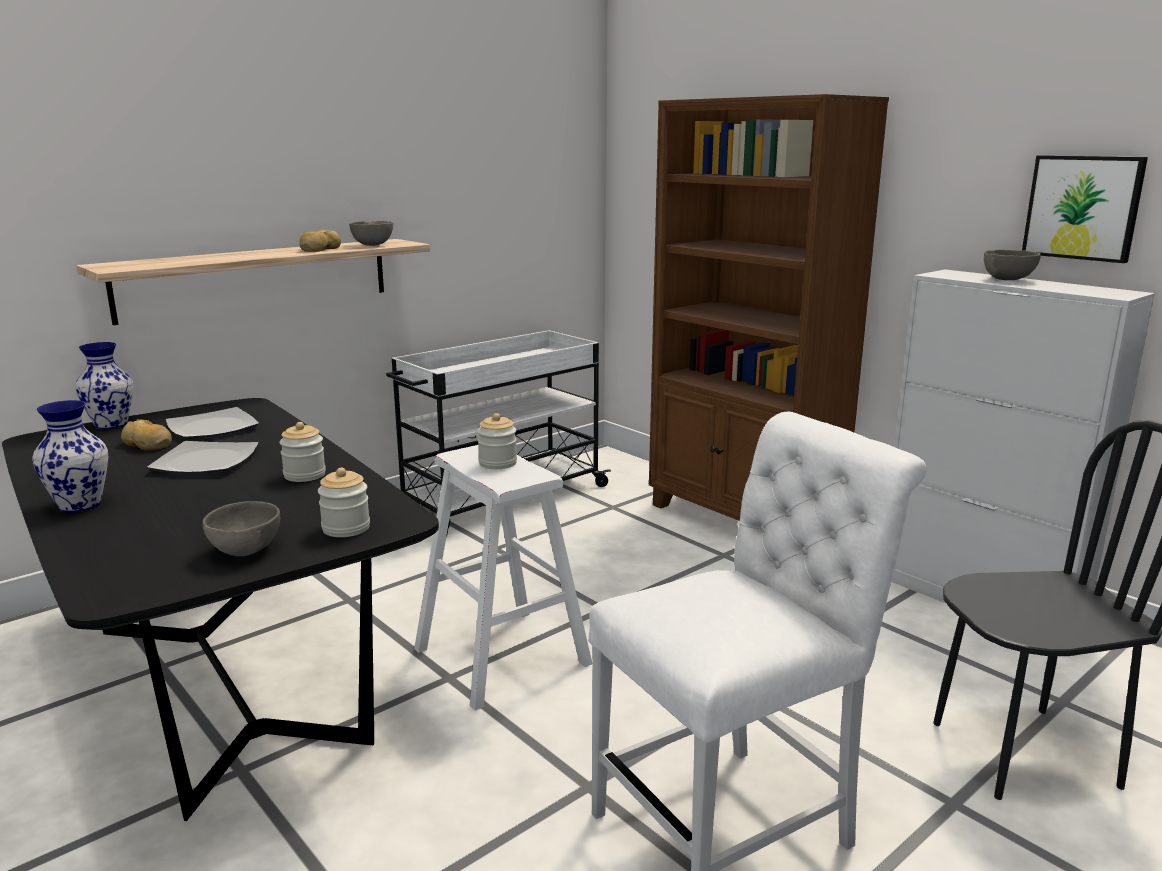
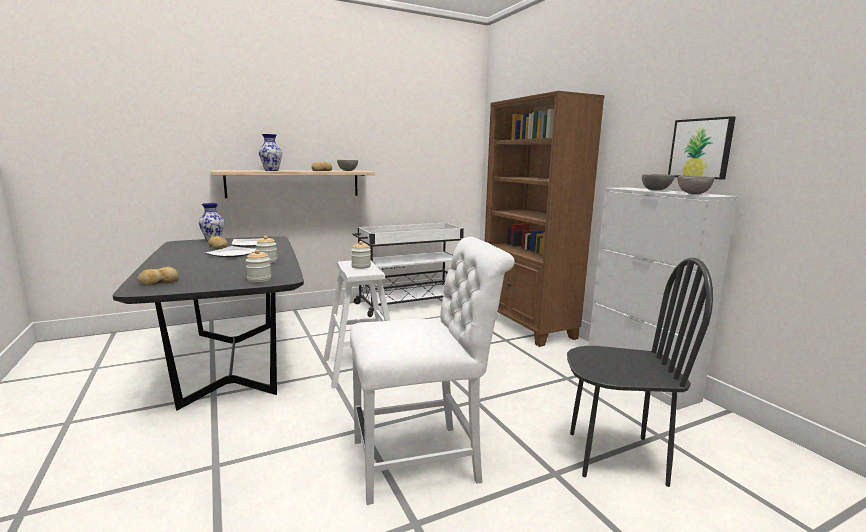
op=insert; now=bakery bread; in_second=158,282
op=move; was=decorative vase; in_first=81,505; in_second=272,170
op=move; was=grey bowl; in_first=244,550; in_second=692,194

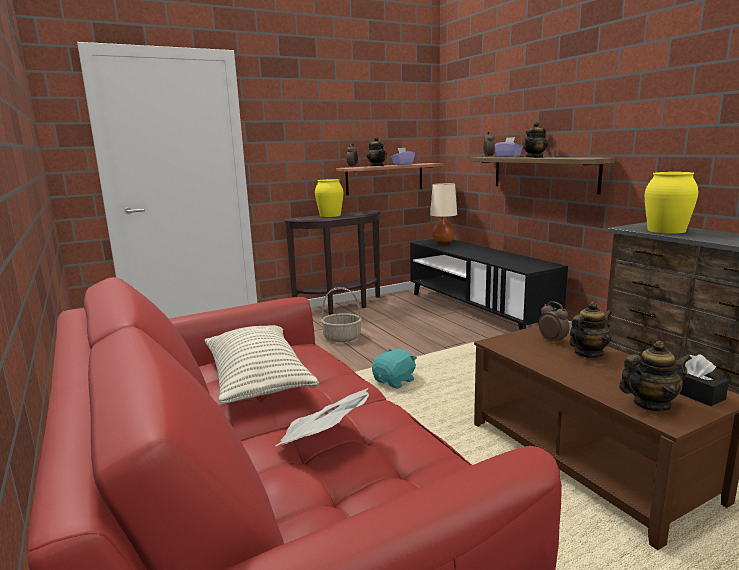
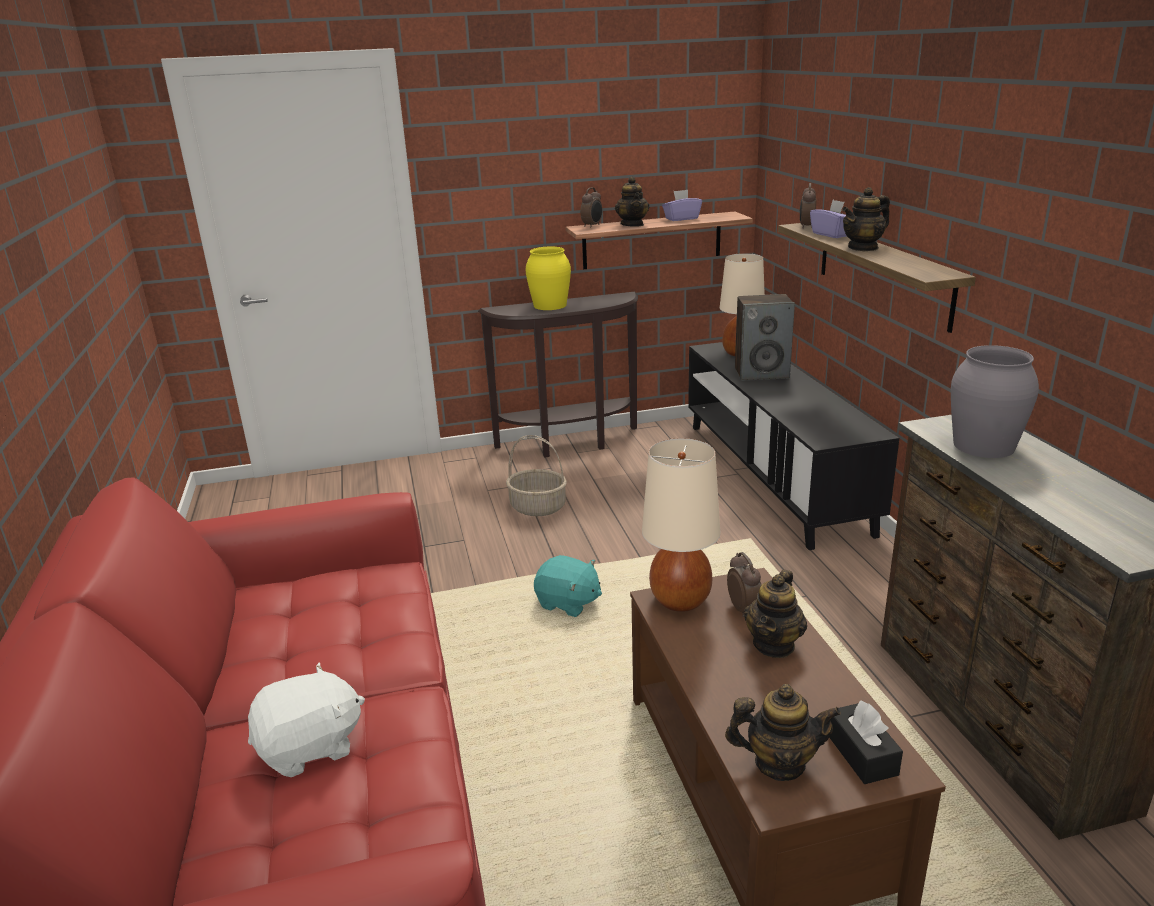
op=replace; was=daily paper; now=white-coloured plush toy; in_first=323,440; in_second=310,747
op=rotate; was=turquoise-coloured plush toy; in_first=395,381; in_second=568,603; clockwise=60
op=insert; now=sand-coloured tabletop lamp; in_second=680,600
op=insert; now=loudspeaker; in_second=762,373
op=rotate; was=tea pot; in_first=588,353; in_second=774,645; clockwise=135
op=recolor; was=yellowish decorative vase; now=grey decorative vase; in_first=666,230; in_second=984,445
op=delete; was=pillow; in_first=257,381

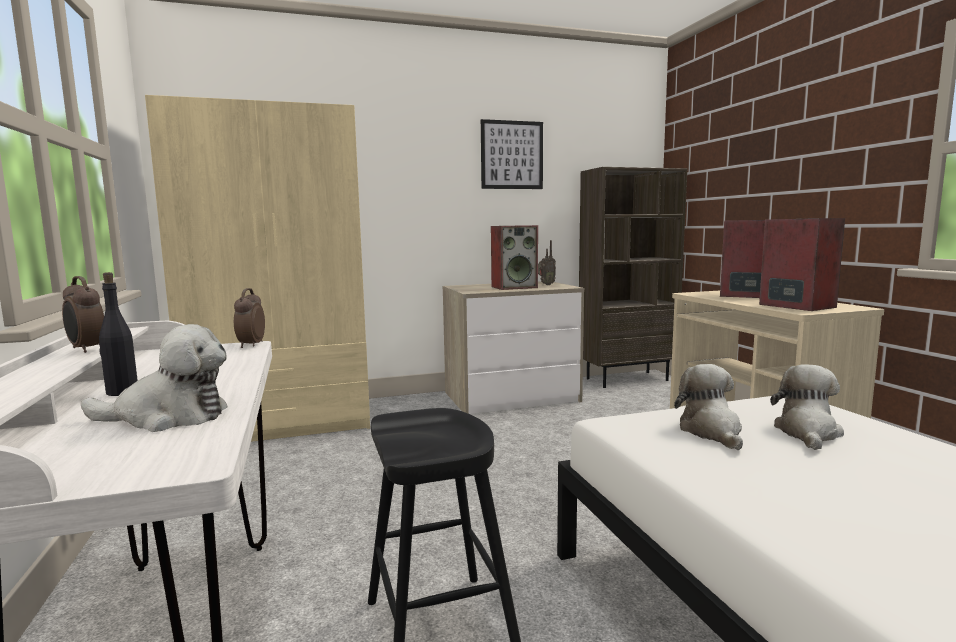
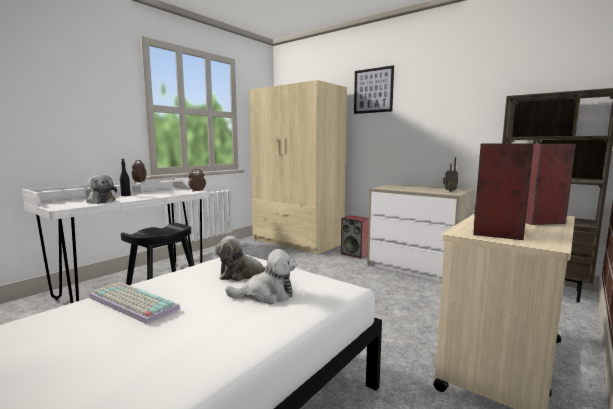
op=insert; now=computer keyboard; in_second=130,303
op=rotate; was=plush toy; in_first=711,431; in_second=242,274; clockwise=-150
op=move; was=loudspeaker; in_first=514,287; in_second=355,254
op=move; was=wall picture; in_first=512,155; in_second=373,90

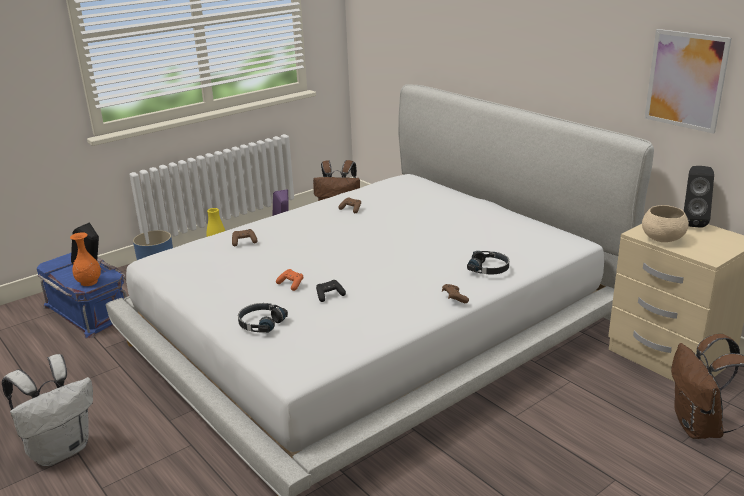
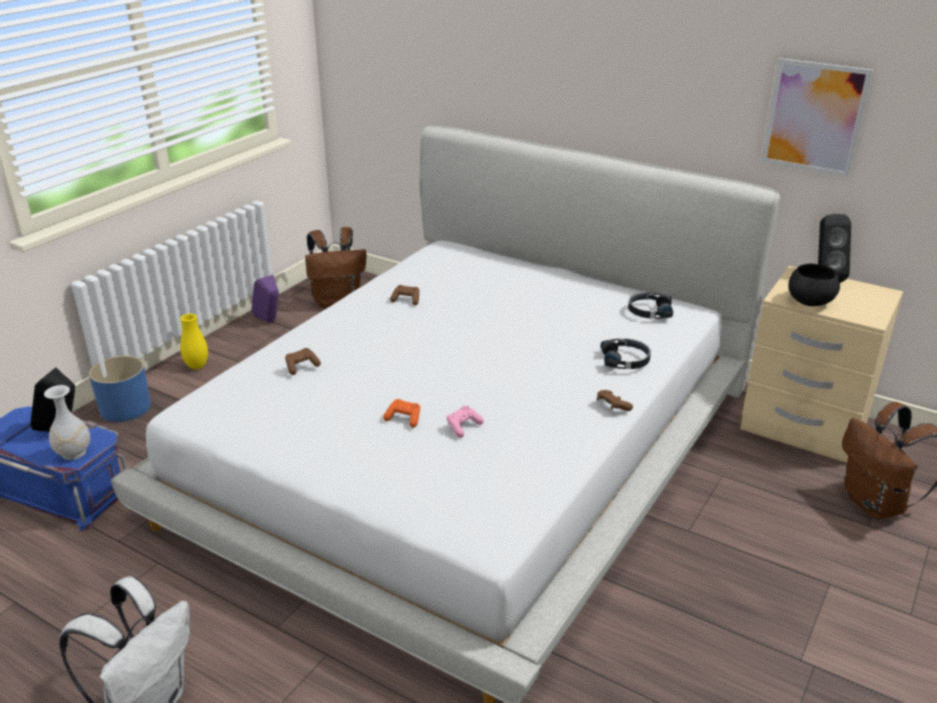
op=recolor; was=orangey decorative vase; now=white-coloured decorative vase; in_first=89,282; in_second=73,453
op=recolor; was=blackish gamepad; now=pink gamepad; in_first=329,295; in_second=463,427
op=move; was=blackish headphones; in_first=261,323; in_second=649,312
op=recolor; was=sand-coloured bowl; now=blackish bowl; in_first=662,239; in_second=809,302

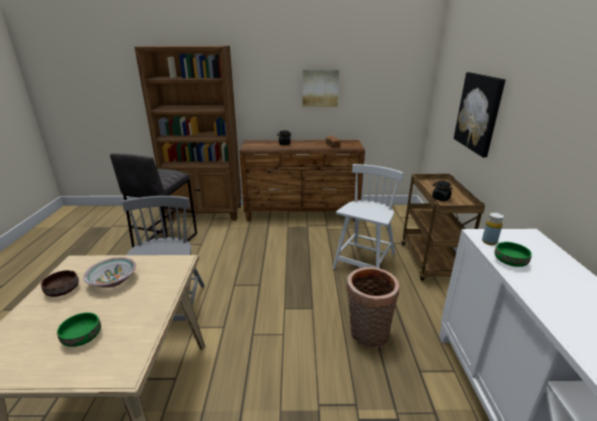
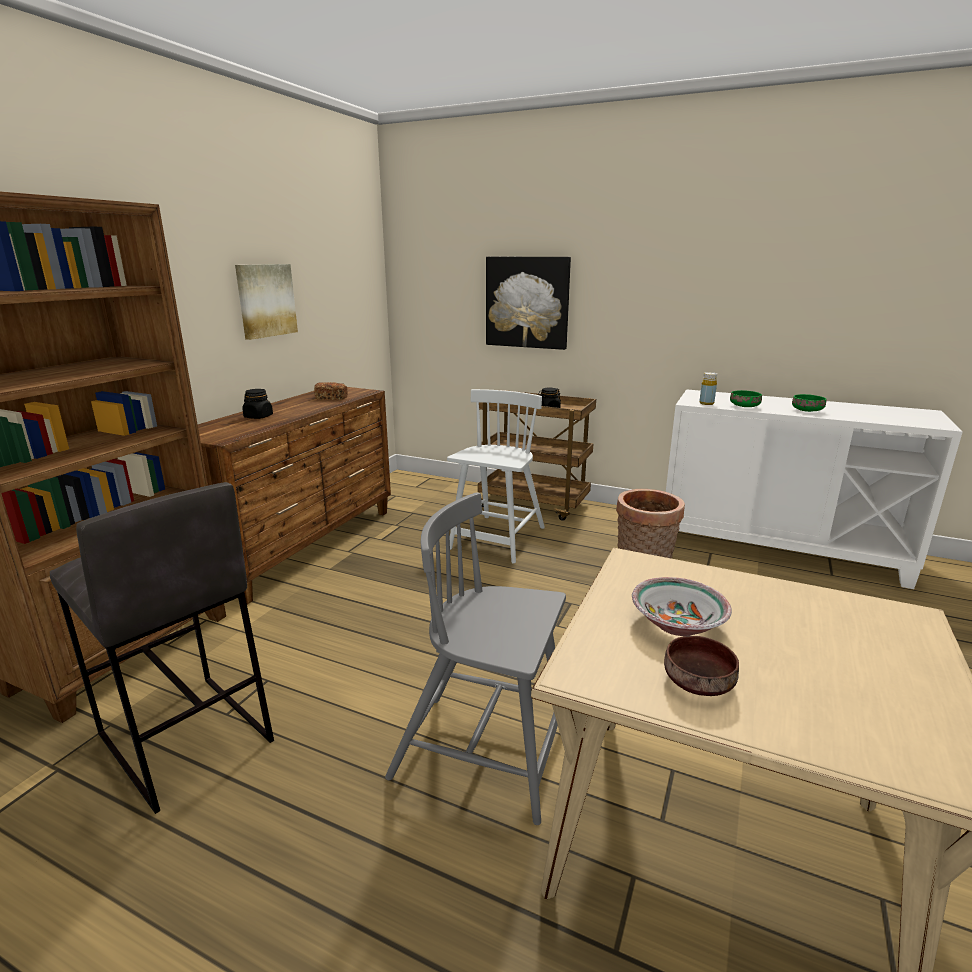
op=rotate; was=white-coloured plain chair; in_first=364,262; in_second=497,539; clockwise=60
op=move; was=green bowl; in_first=83,337; in_second=807,410

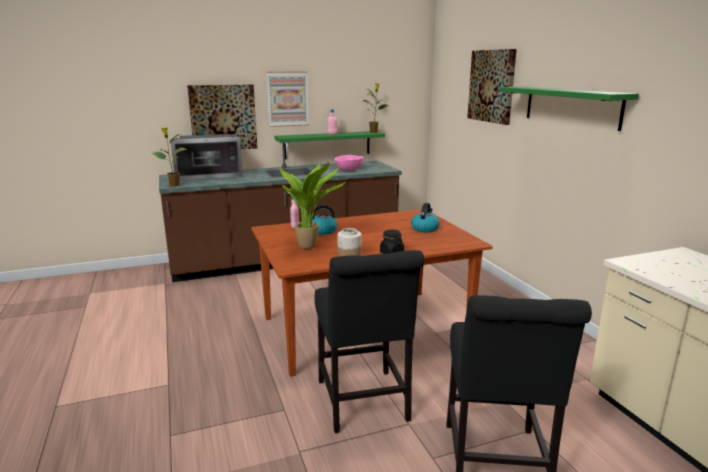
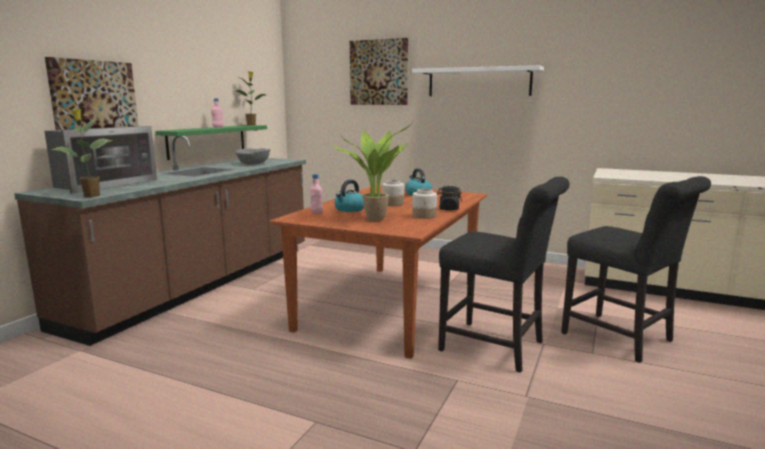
op=recolor; was=pink bowl; now=grey bowl; in_first=348,169; in_second=253,163
op=insert; now=jar; in_second=392,204
op=recolor; was=green shelf; now=white-coloured shelf; in_first=571,106; in_second=479,82
op=delete; was=wall picture; in_first=287,99

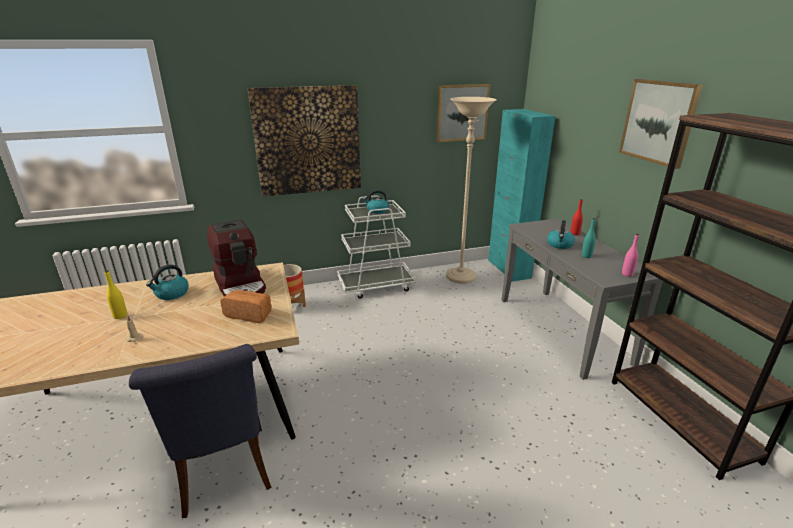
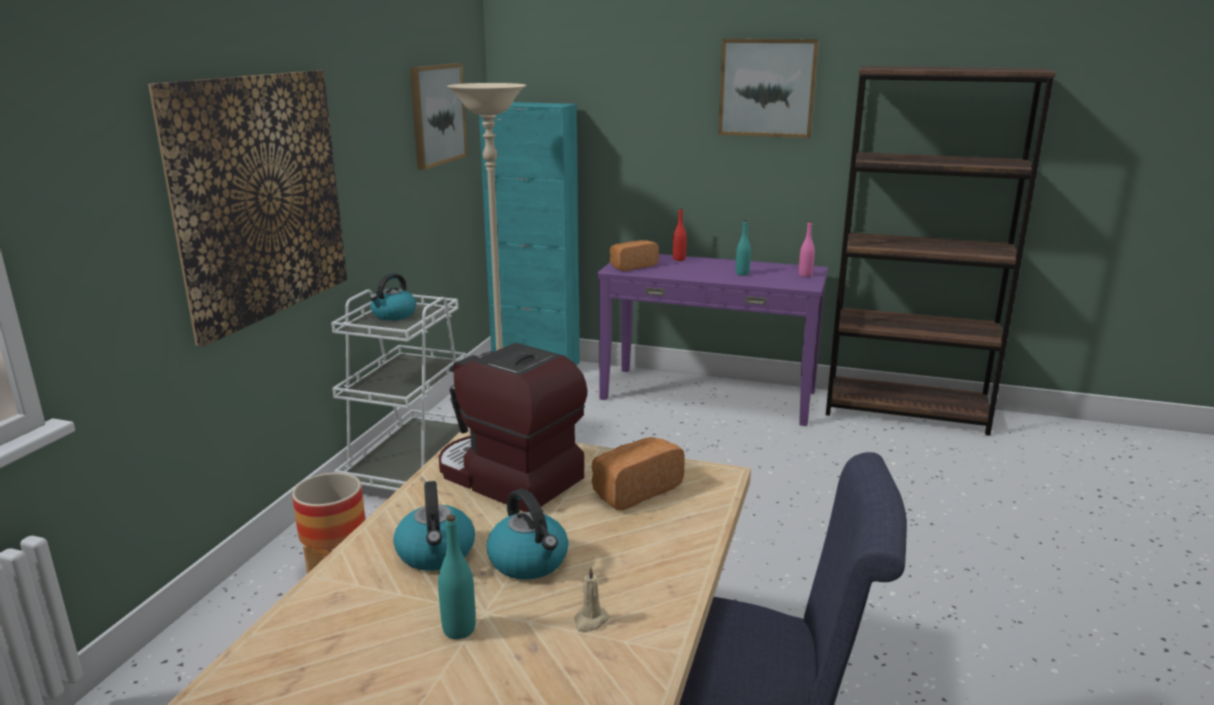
op=recolor; was=yellowish bottle; now=turquoise-coloured bottle; in_first=120,316; in_second=459,629
op=rotate; was=coffee maker; in_first=241,285; in_second=507,478; clockwise=-150
op=move; was=water kettle; in_first=560,245; in_second=529,561
op=recolor; was=grey narrow table; now=purple-coloured narrow table; in_first=562,329; in_second=708,395
op=insert; now=bakery bread; in_second=632,266

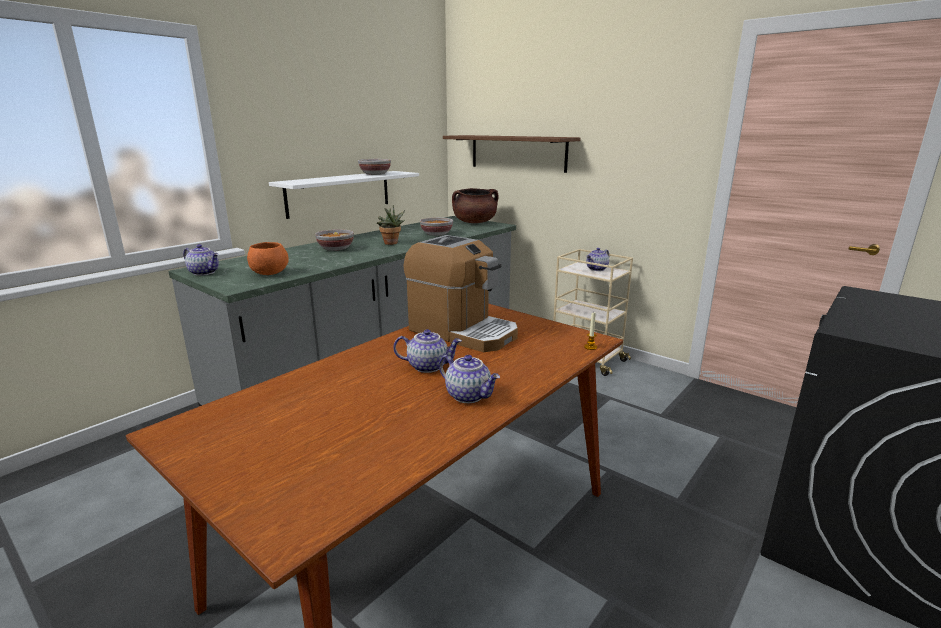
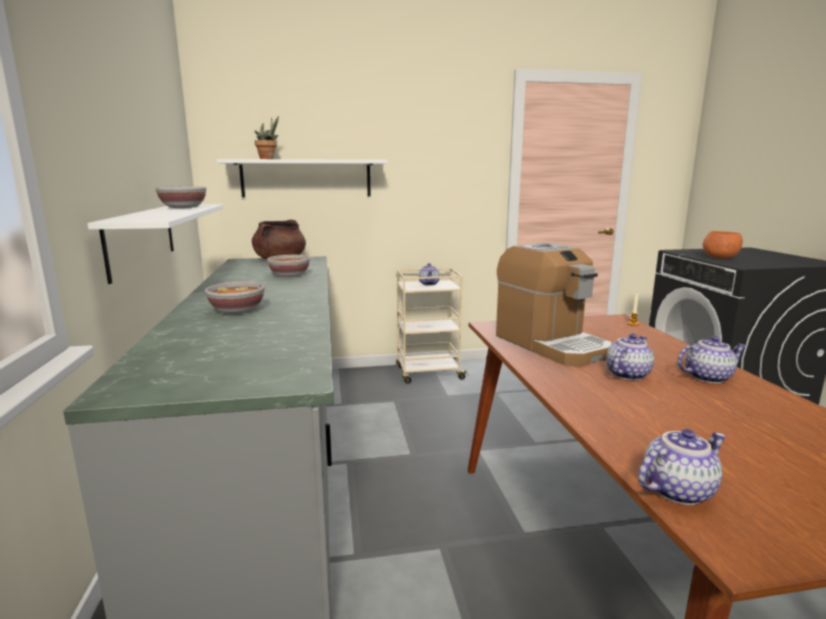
op=recolor; was=brown shelf; now=white-coloured shelf; in_first=517,152; in_second=306,178
op=move; was=potted plant; in_first=391,243; in_second=268,159
op=rotate; was=coffee maker; in_first=462,332; in_second=551,344; clockwise=75
op=move; was=tea pot; in_first=205,272; in_second=676,490
op=move; was=orangey bowl; in_first=269,273; in_second=719,258

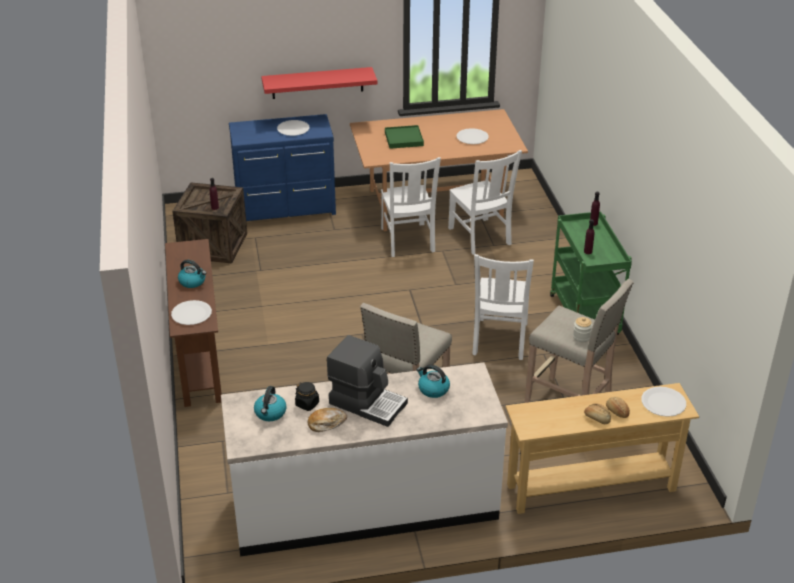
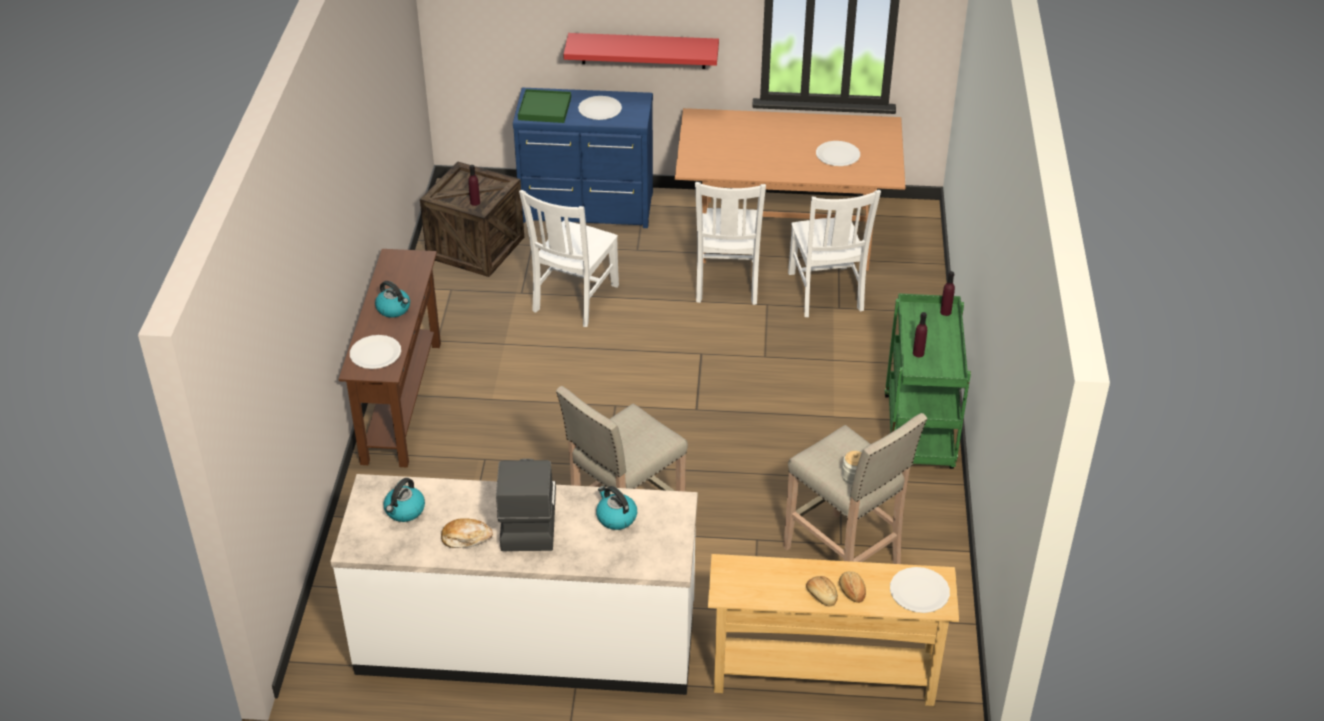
op=rotate; was=coffee maker; in_first=367,403; in_second=527,520; clockwise=-135
op=move; was=green serving tray; in_first=403,139; in_second=544,109
op=move; was=white-coloured plain chair; in_first=499,340; in_second=574,300
op=delete; was=blackish jar; in_first=307,404

